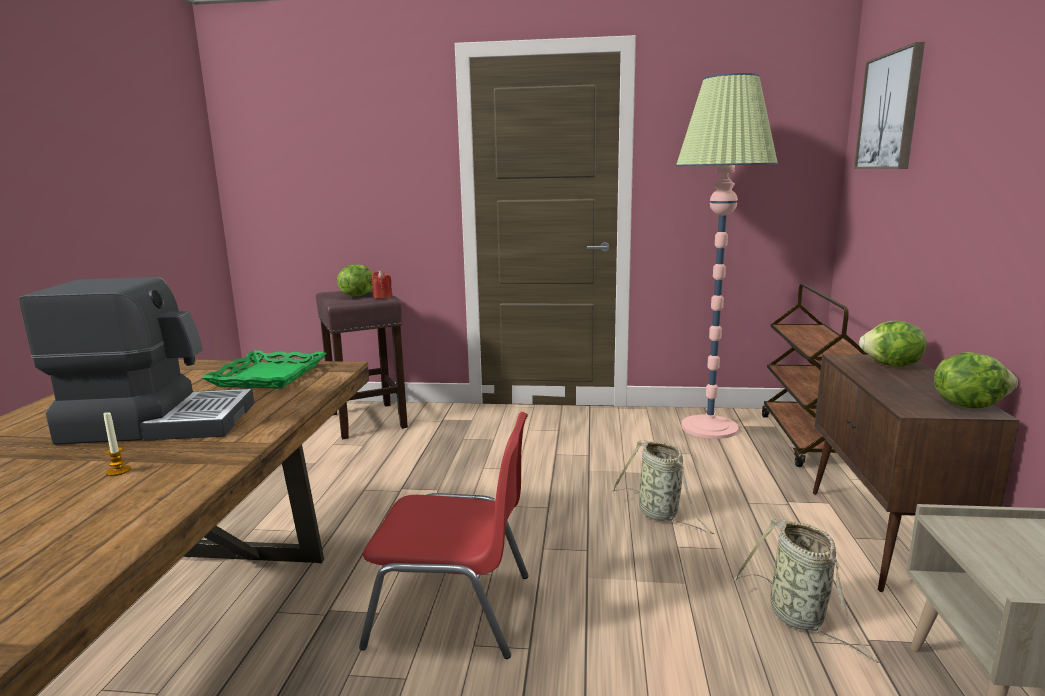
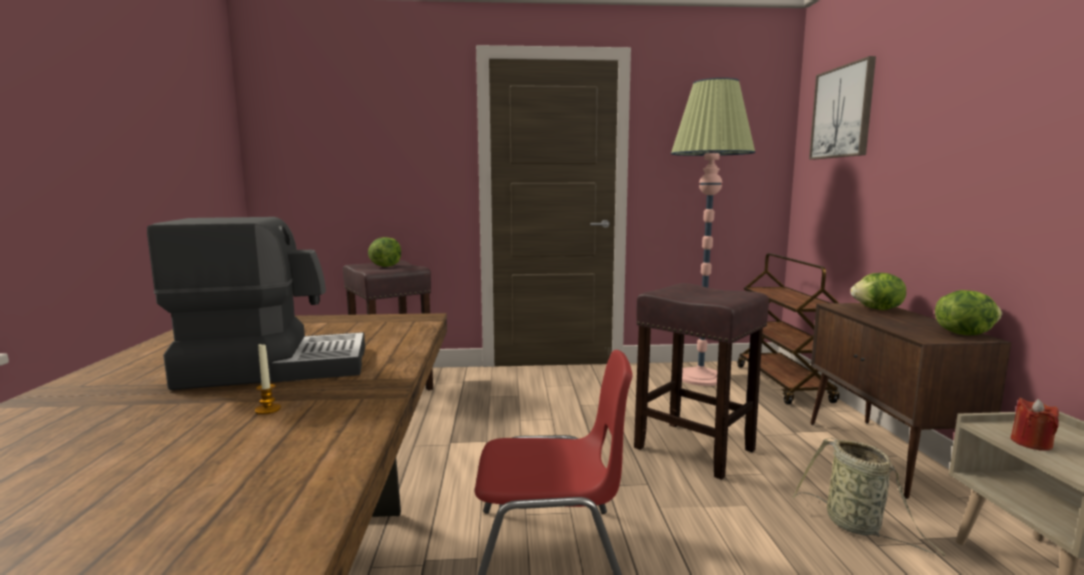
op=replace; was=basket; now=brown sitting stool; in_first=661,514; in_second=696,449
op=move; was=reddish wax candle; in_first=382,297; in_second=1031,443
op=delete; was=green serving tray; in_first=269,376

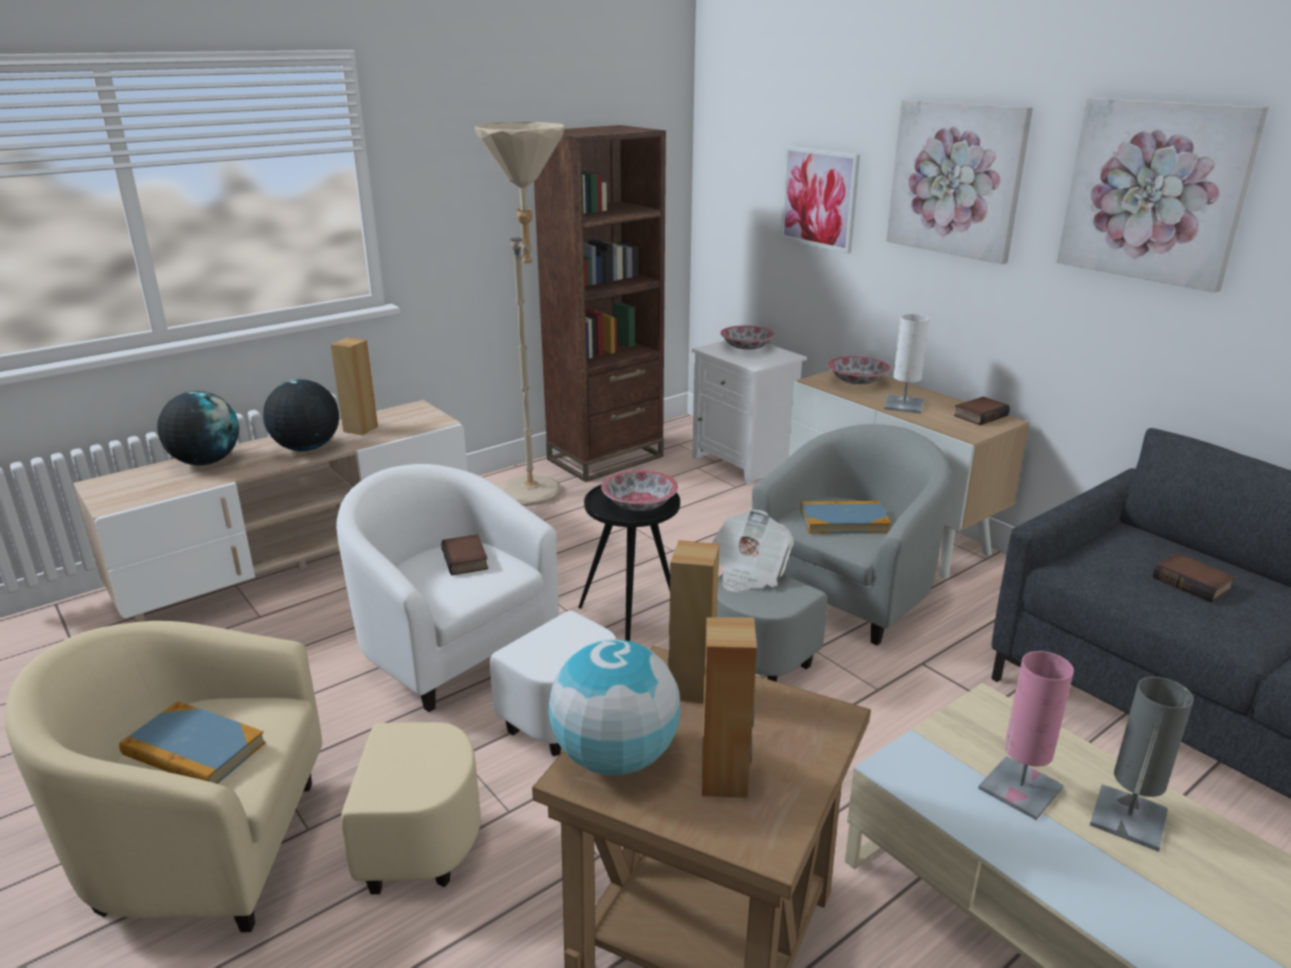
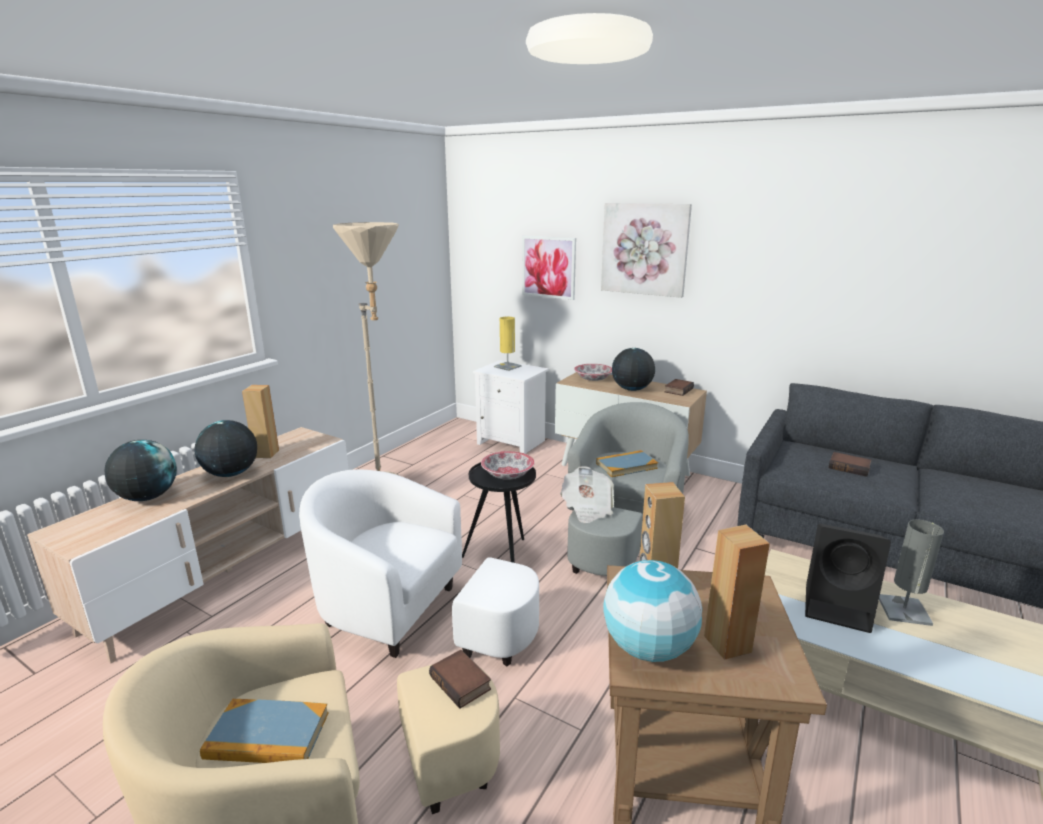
op=move; was=book; in_first=467,560; in_second=462,683
op=replace; was=bowl; now=yellowish tabletop lamp; in_first=746,347; in_second=507,366
op=replace; was=white-coloured tabletop lamp; now=desk globe; in_first=903,405; in_second=631,389
op=replace; was=pink tabletop lamp; now=blackish loudspeaker; in_first=1020,788; in_second=839,607
op=delete; was=brown shelving unit; in_first=605,458
op=delete; was=wall picture; in_first=1155,191

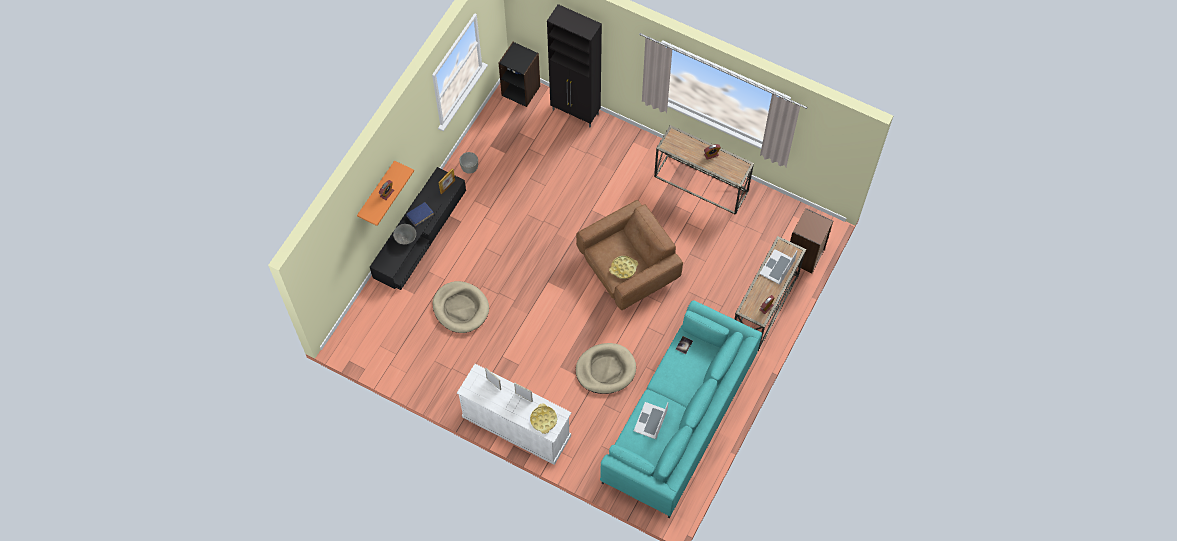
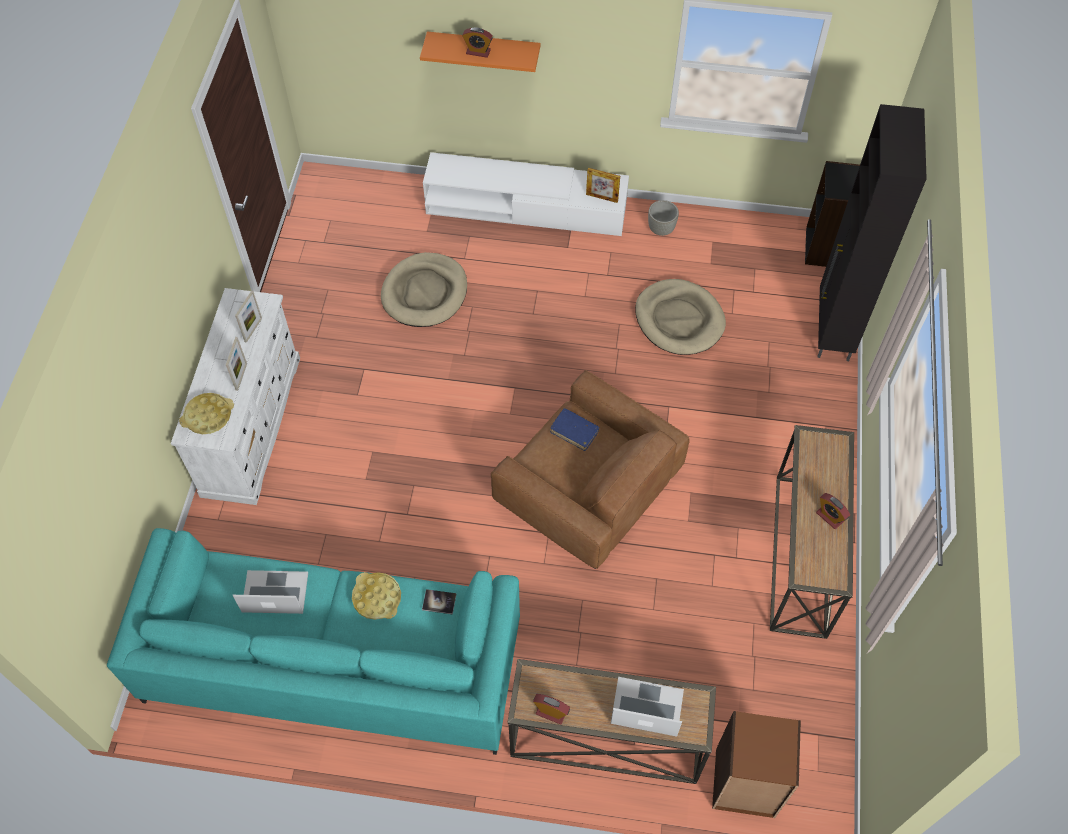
op=move; was=yellowish serving tray; in_first=623,268; in_second=377,598
op=recolor; was=blackish media console; now=white-coloured media console; in_first=420,234; in_second=525,207
op=move; was=blue-coloured book; in_first=420,215; in_second=574,432
op=move; was=sand-coloured dog cushion; in_first=605,369; in_second=679,319
op=delete; was=grey bowl; in_first=406,239

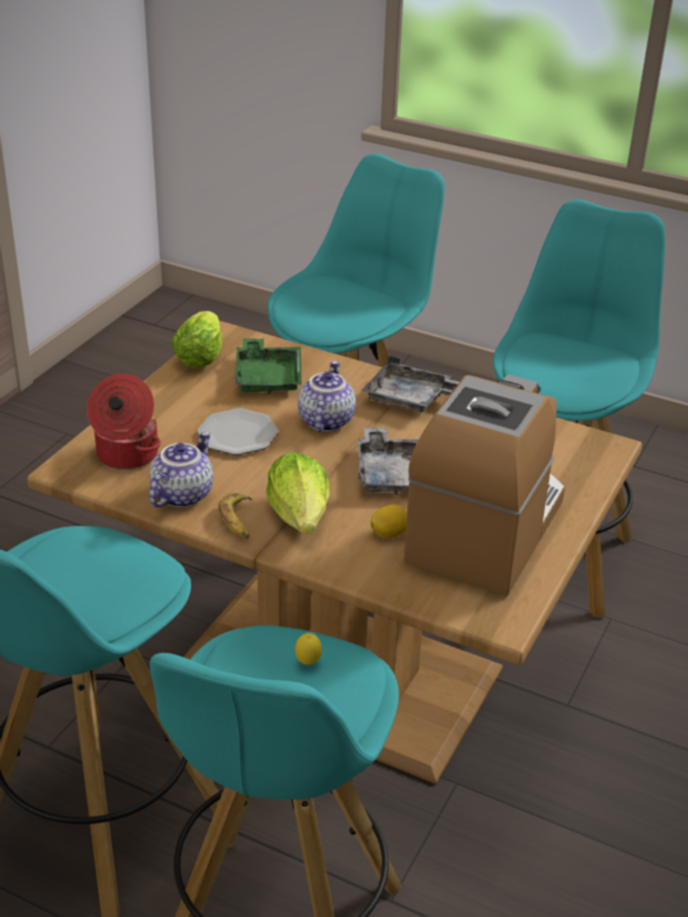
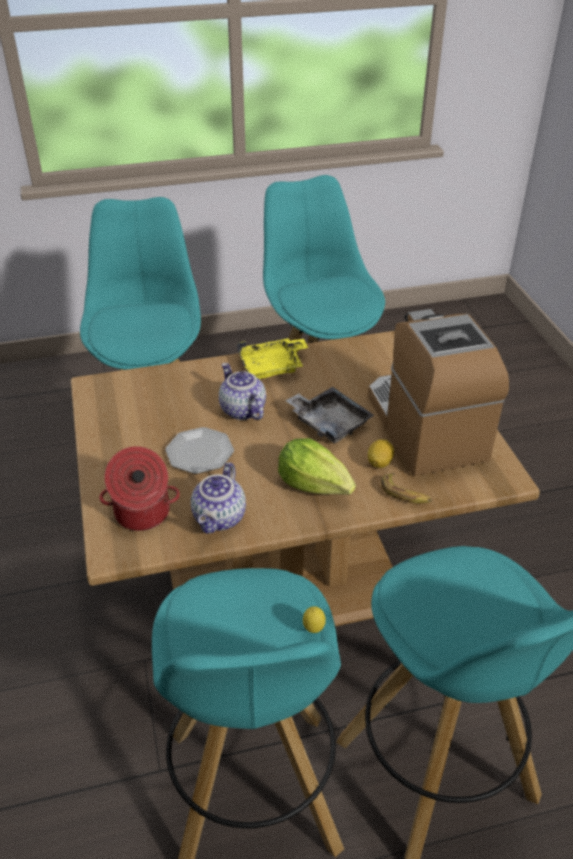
op=rotate; was=tea pot; in_first=181,494; in_second=220,518; clockwise=-150
op=recolor; was=grey serving tray; now=yellowish serving tray; in_first=410,399; in_second=272,367
op=move; was=citrus fruit; in_first=308,663; in_second=313,629
op=move; was=whole banana; in_first=238,521; in_second=405,494
op=delete; was=head of lettuce; in_first=201,355
op=delete; was=green serving tray; in_first=267,378

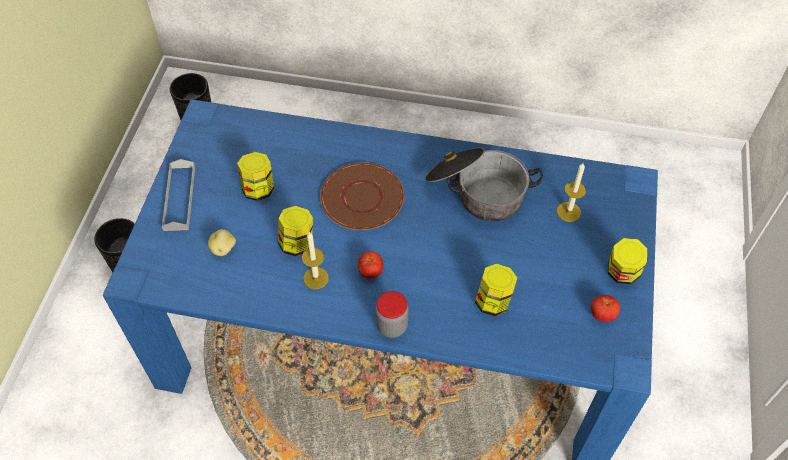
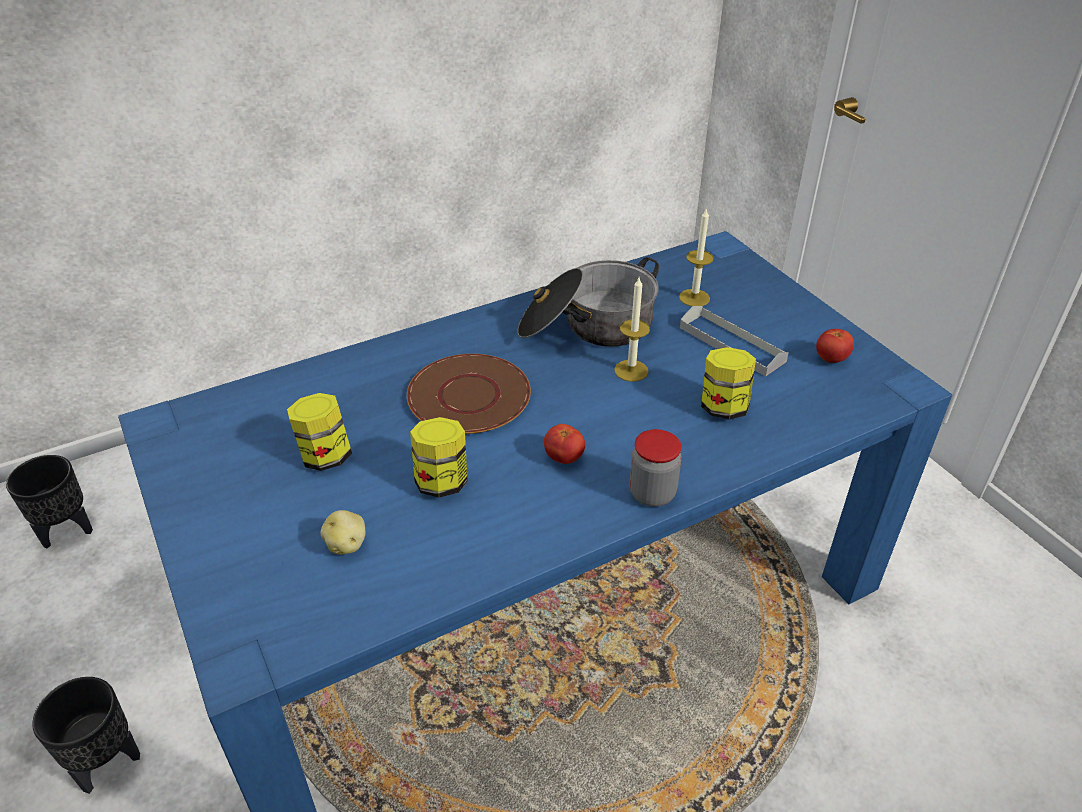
op=move; was=wax candle; in_first=316,278; in_second=631,370
op=move; was=grey serving tray; in_first=179,198; in_second=731,344
op=delete; was=jar; in_first=622,273

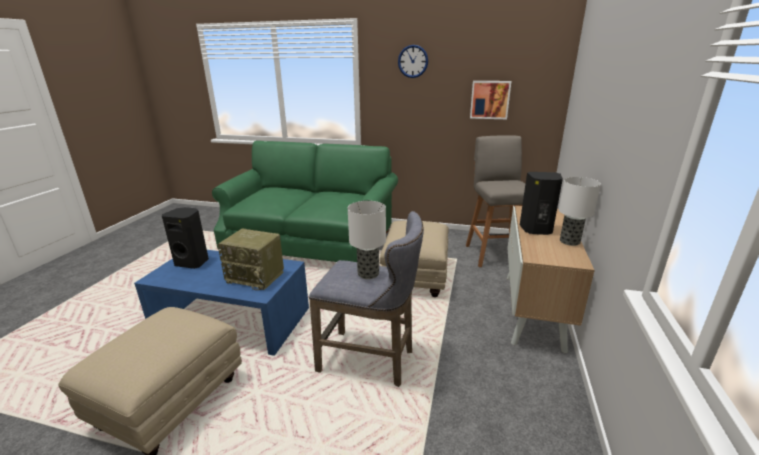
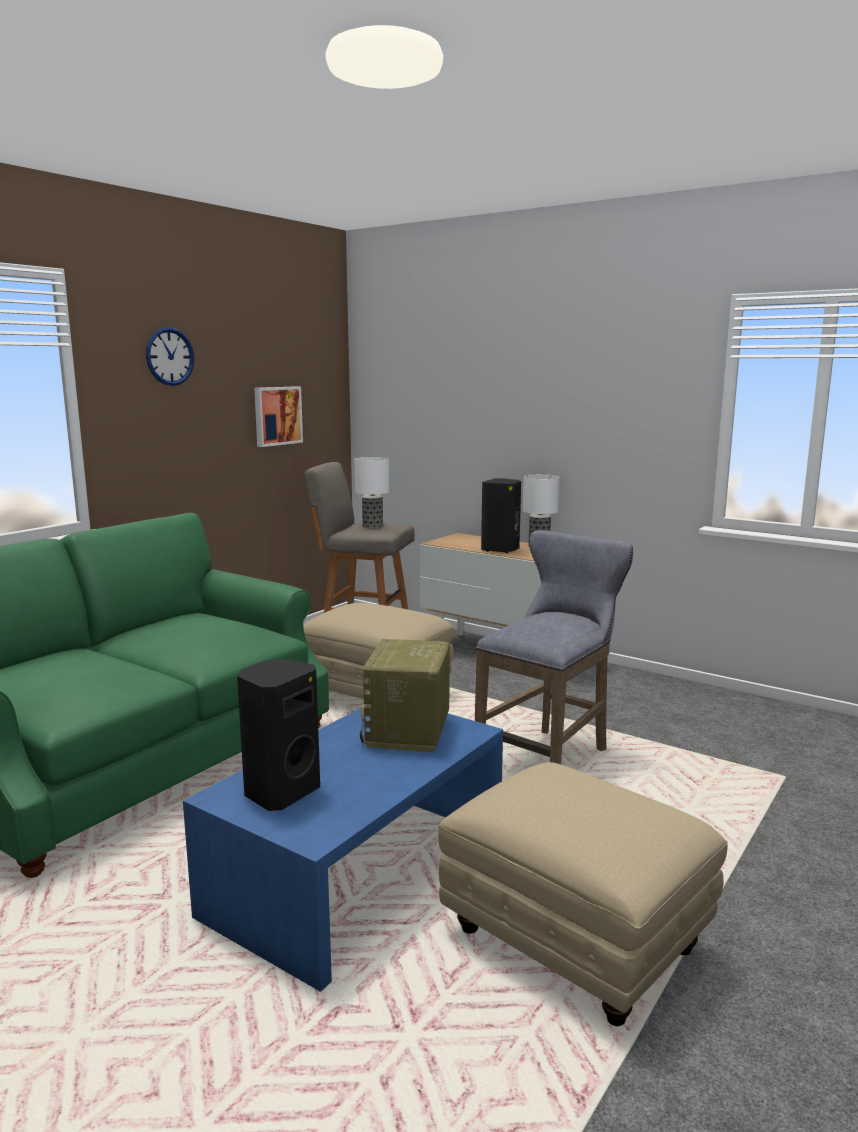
op=move; was=tabletop lamp; in_first=369,274; in_second=373,526
op=rotate; was=radio receiver; in_first=256,277; in_second=409,732; clockwise=150

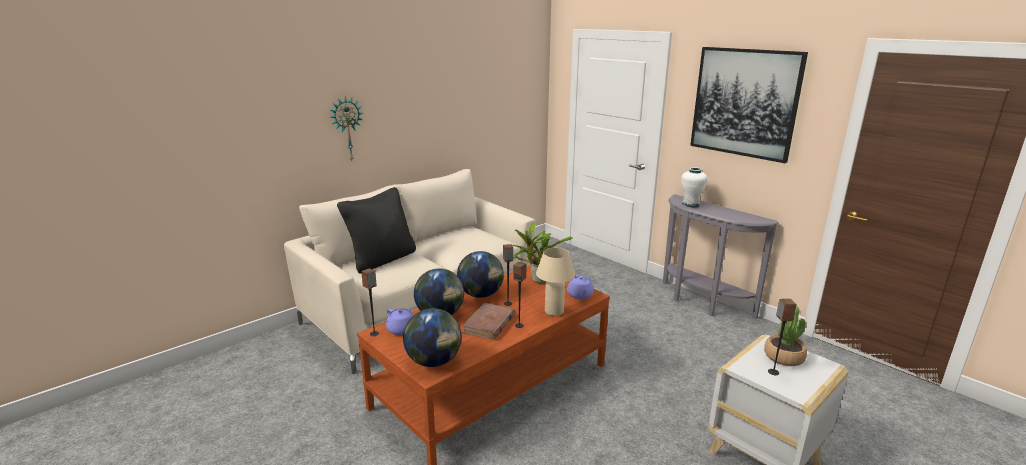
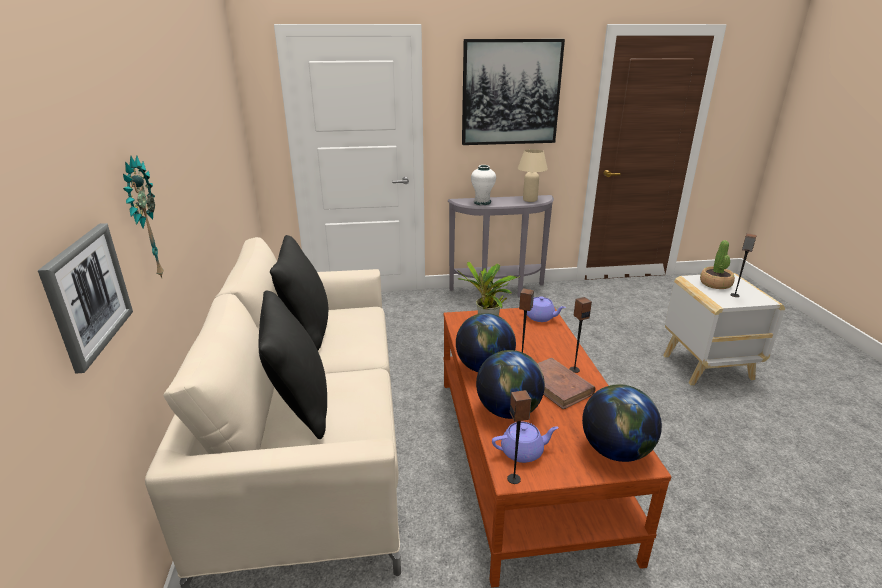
op=insert; now=wall picture; in_second=87,294
op=insert; now=blackish pillow; in_second=307,328
op=move; was=sand-coloured tabletop lamp; in_first=554,311; in_second=530,200

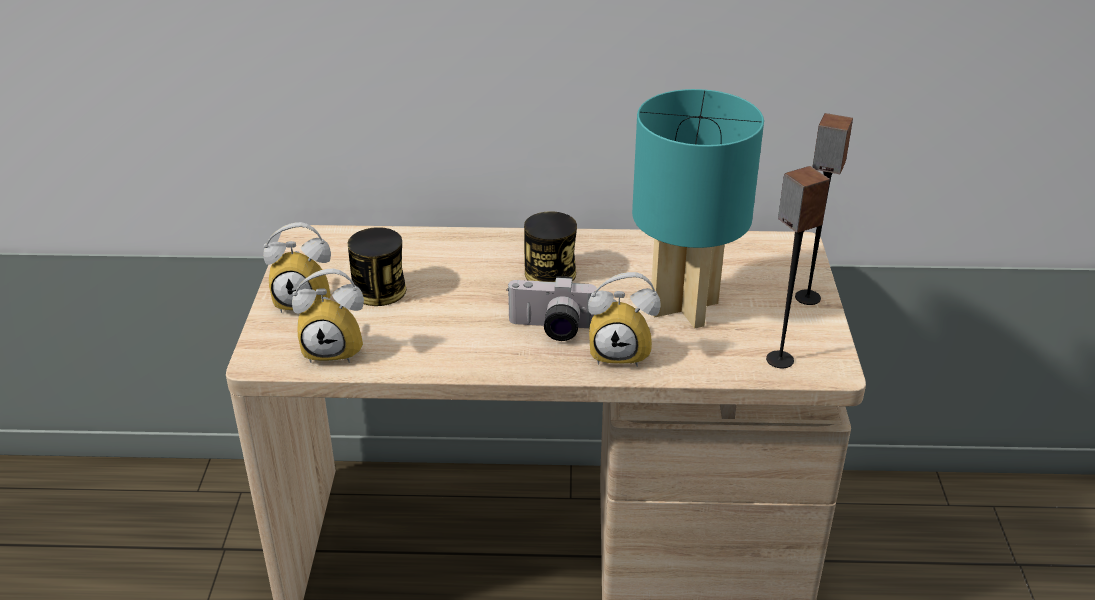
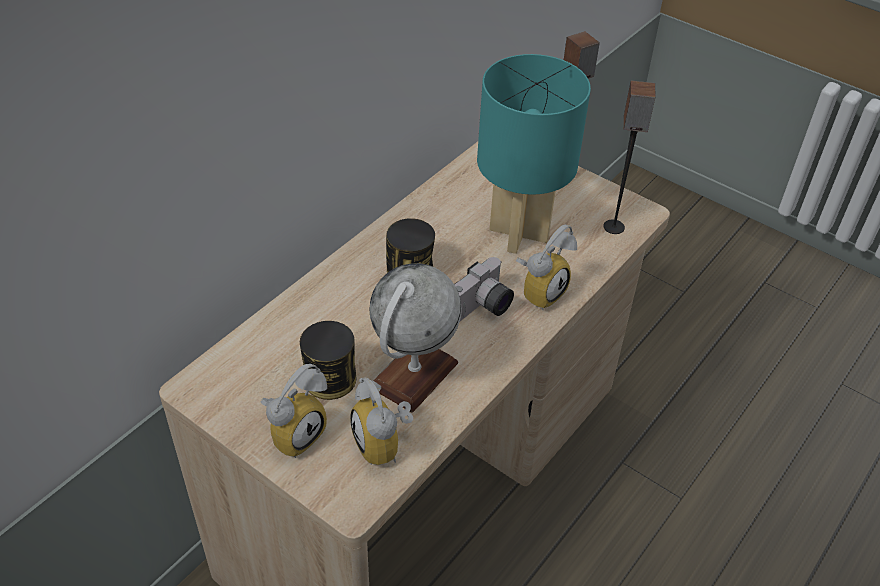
op=rotate; was=bedside clock; in_first=336,349; in_second=385,445; clockwise=120
op=insert; now=desk globe; in_second=414,375

